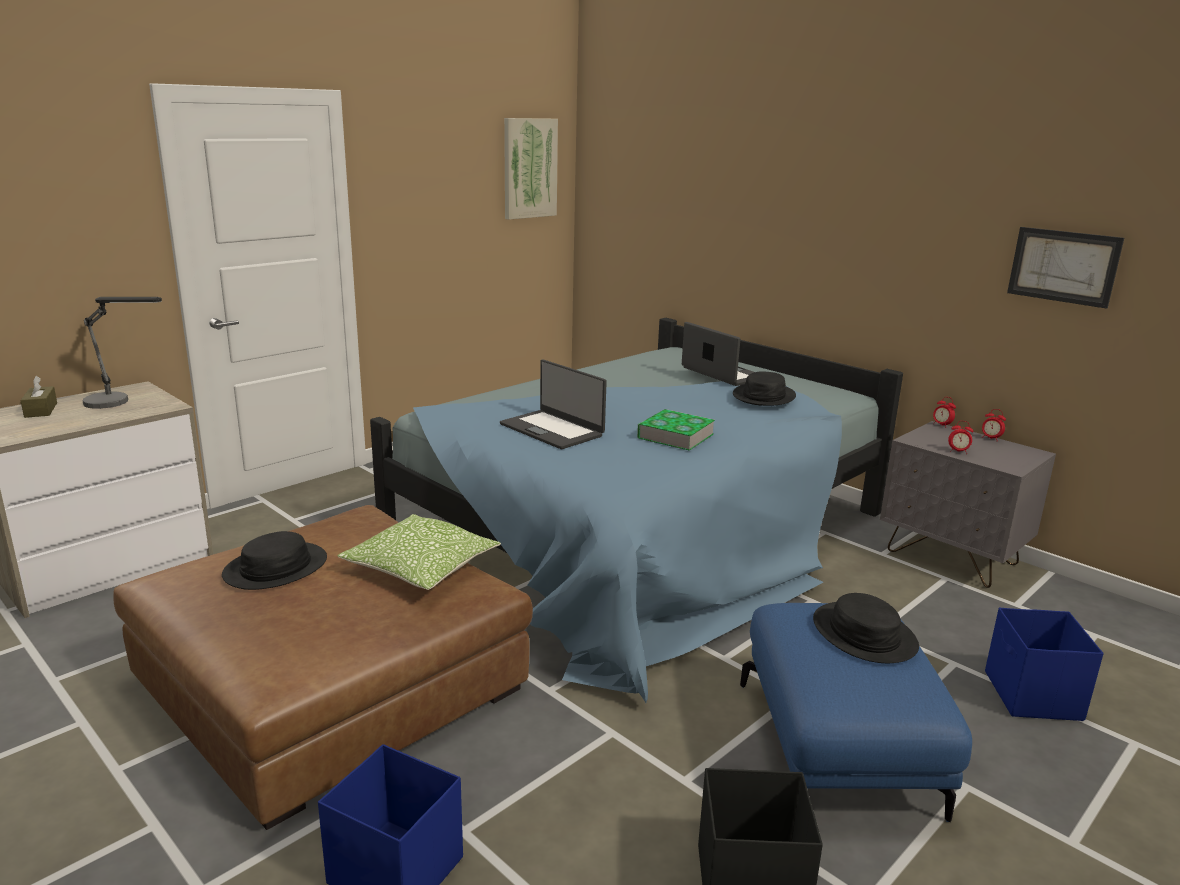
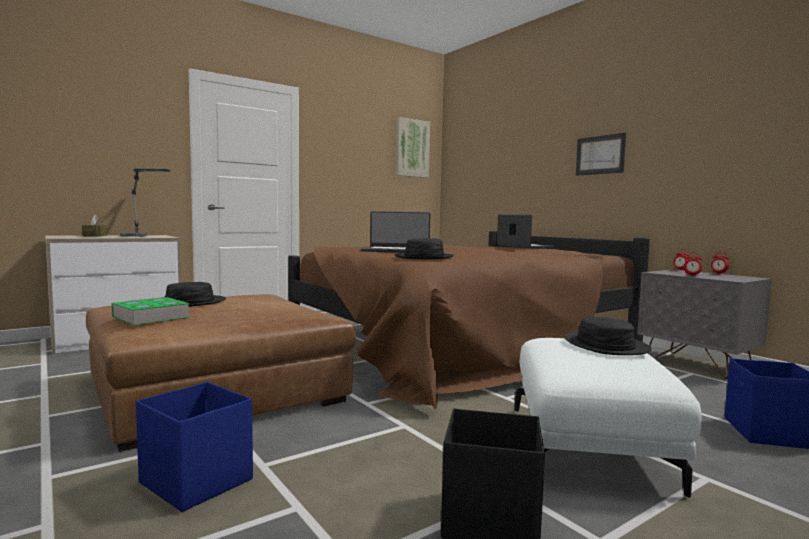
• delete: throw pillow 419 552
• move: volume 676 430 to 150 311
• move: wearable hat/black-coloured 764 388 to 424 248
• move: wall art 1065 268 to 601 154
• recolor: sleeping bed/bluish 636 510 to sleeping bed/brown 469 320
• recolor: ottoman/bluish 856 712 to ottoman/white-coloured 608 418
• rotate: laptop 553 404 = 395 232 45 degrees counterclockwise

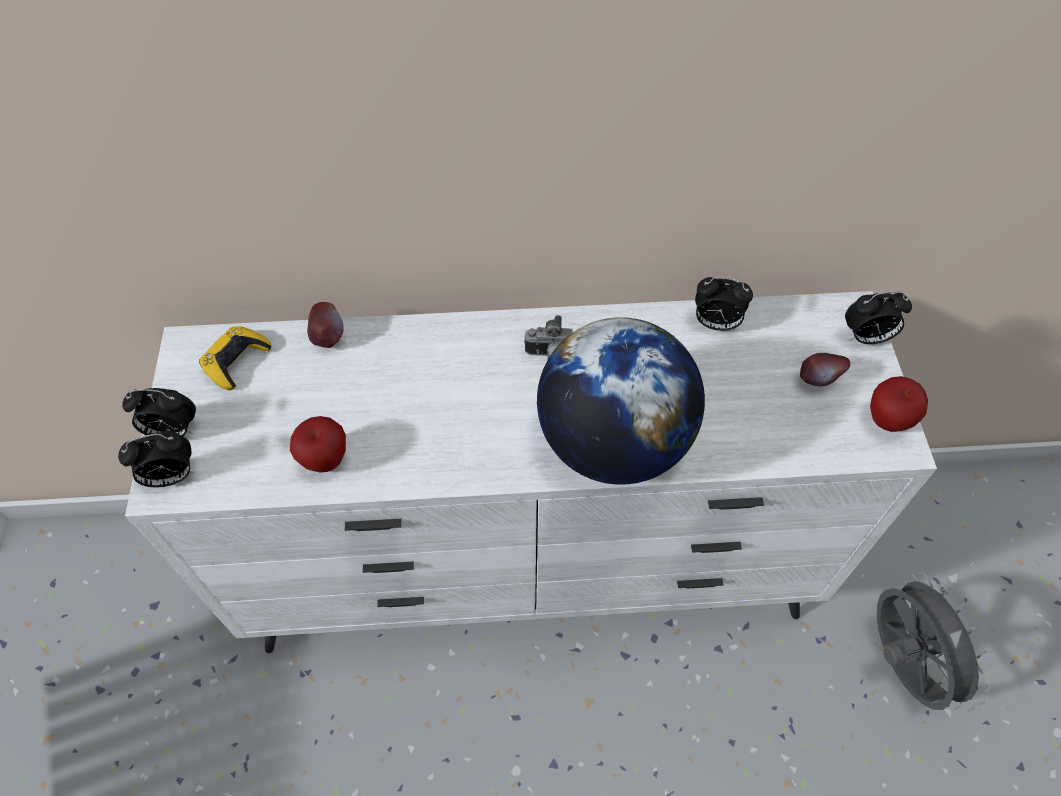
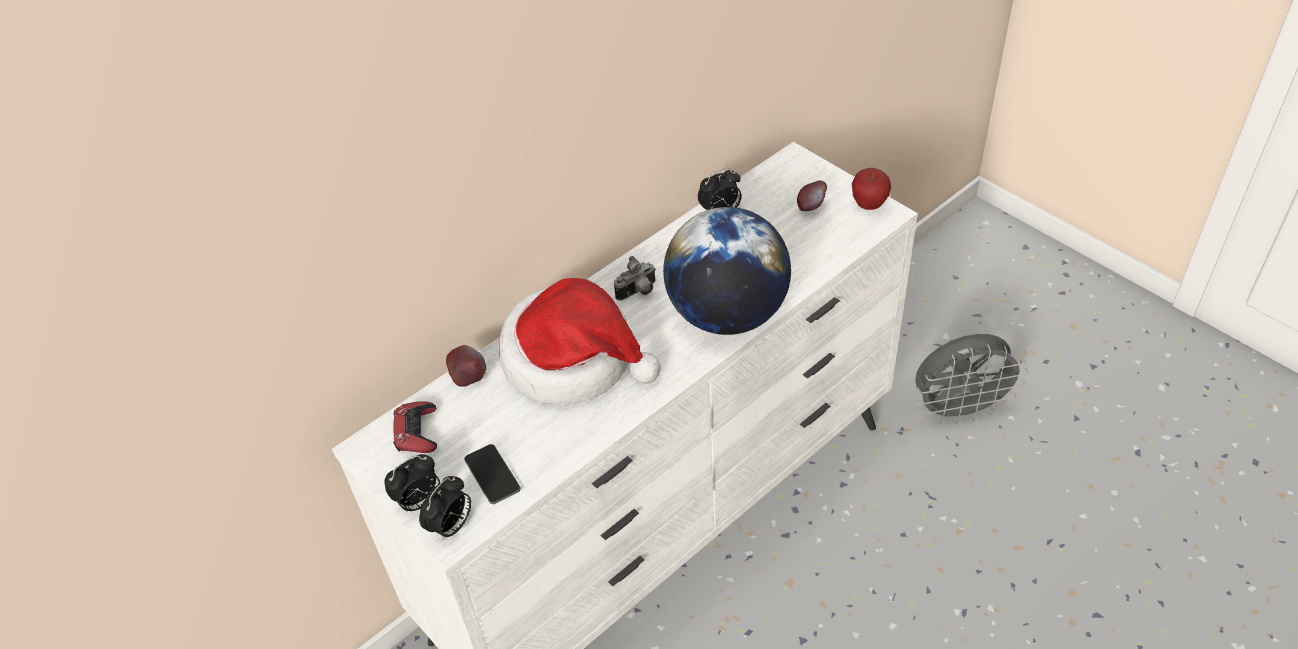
• delete: apple fruit 318 444
• delete: bedside clock 878 317
• insert: handset 492 474
• insert: wearable hat 580 341
• recolor: gamepad/yellow-coloured 235 358 to gamepad/reddish 415 427
• rotate: electric fan/grey 933 641 = 971 379 135 degrees clockwise

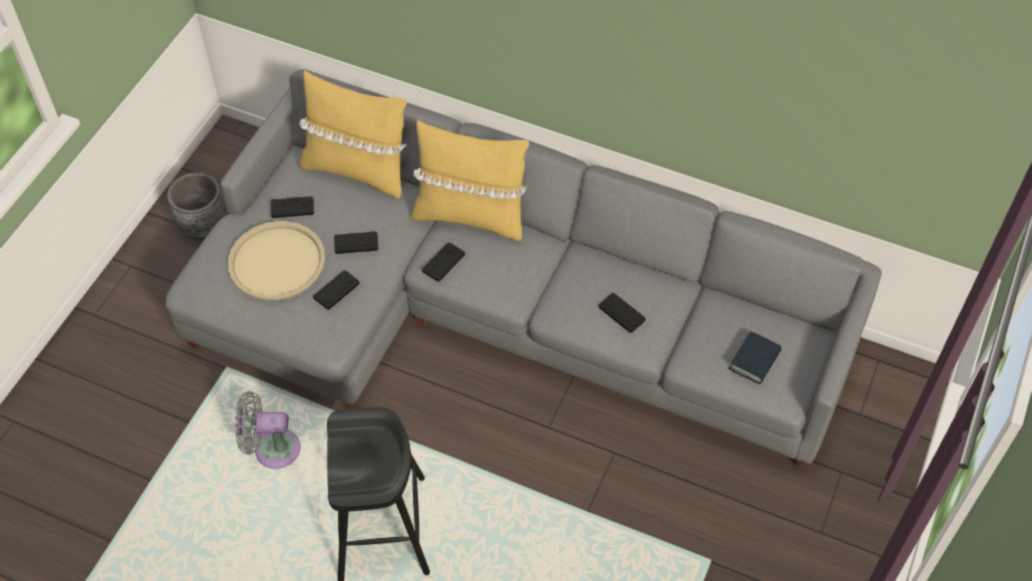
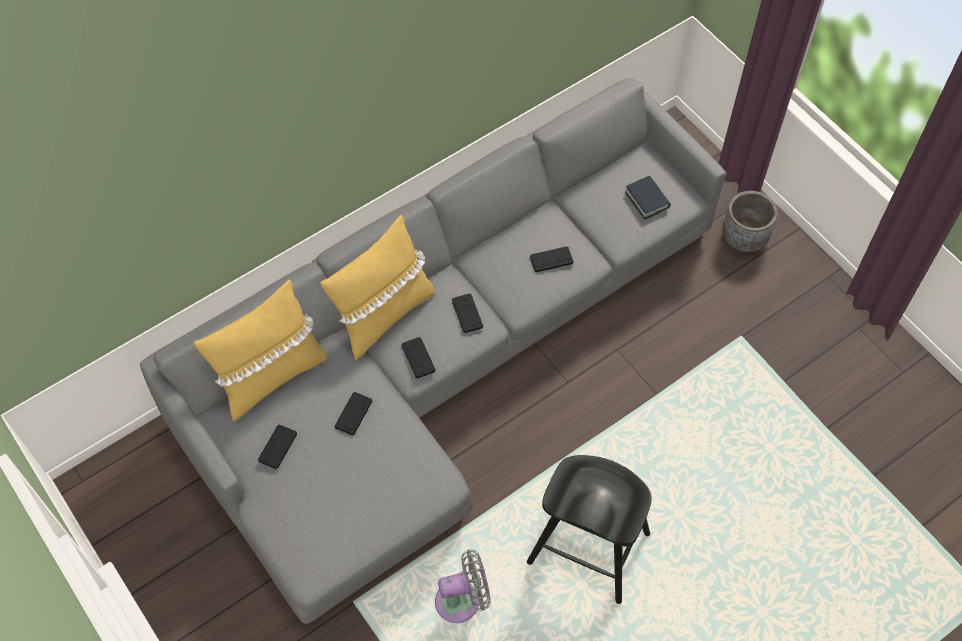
• delete: tray/beige 276 260
• move: plant pot/grey 197 206 to 750 222
• move: gamepad/black-coloured 337 290 to 467 313
• rotate: electric fan/grey 268 430 = 463 586 135 degrees counterclockwise

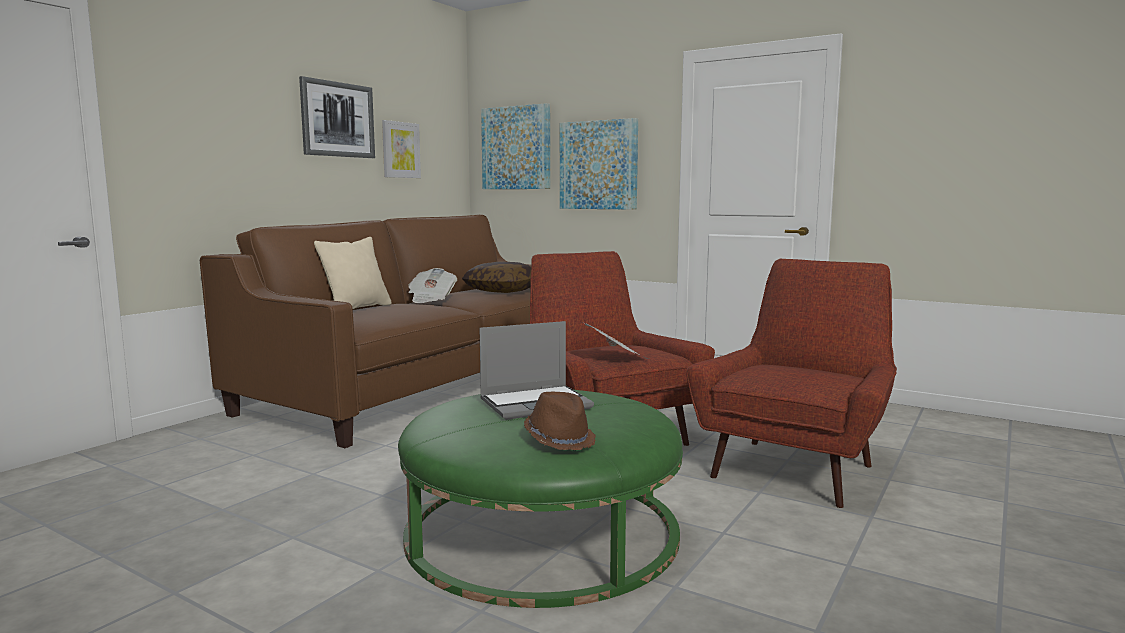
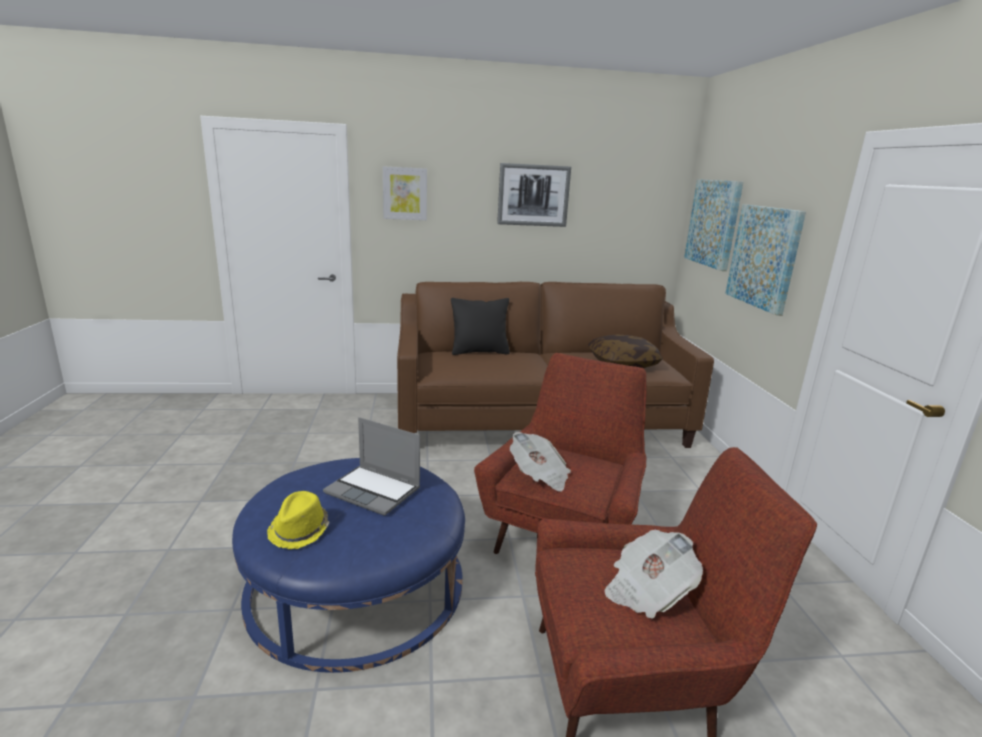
• move: wall art 401 149 to 405 193
• move: daily paper 432 285 to 653 574
• recolor: throw pillow/beige 353 273 to throw pillow/black-coloured 480 326
• recolor: ottoman/greenish 540 499 to ottoman/bluish 348 565
• recolor: wearable hat/brown 560 421 to wearable hat/yellow-coloured 298 520

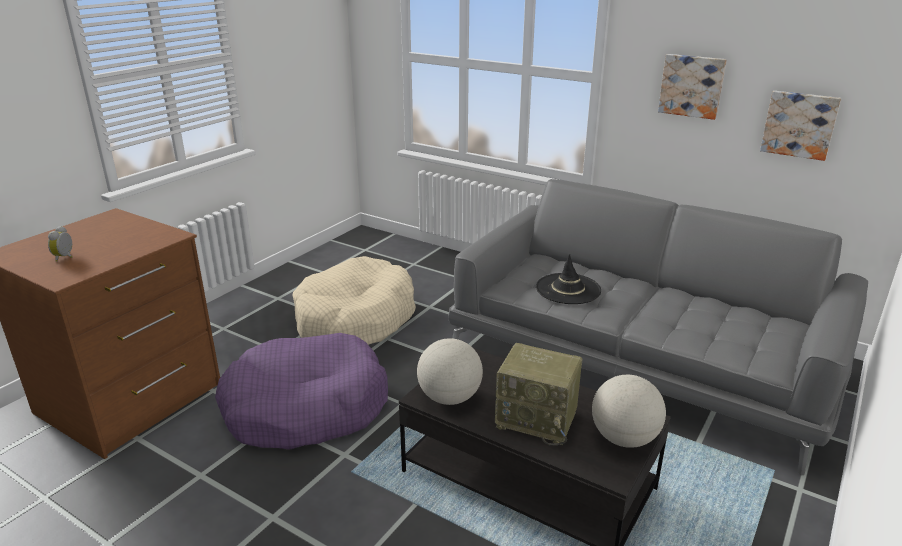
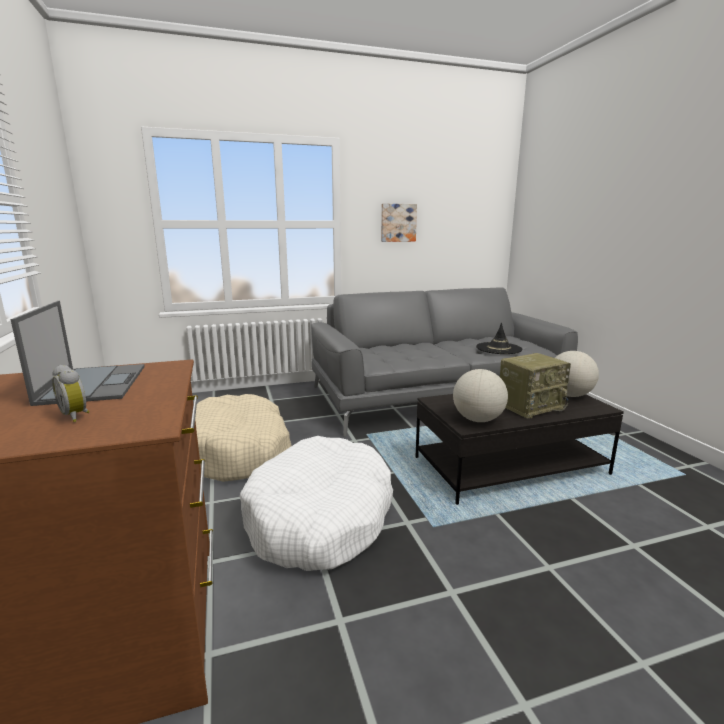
• delete: wall art 800 126
• insert: laptop 77 353
• move: wearable hat/black-coloured 568 279 to 499 338
• recolor: pet bed/purple-coloured 301 391 to pet bed/white-coloured 316 503

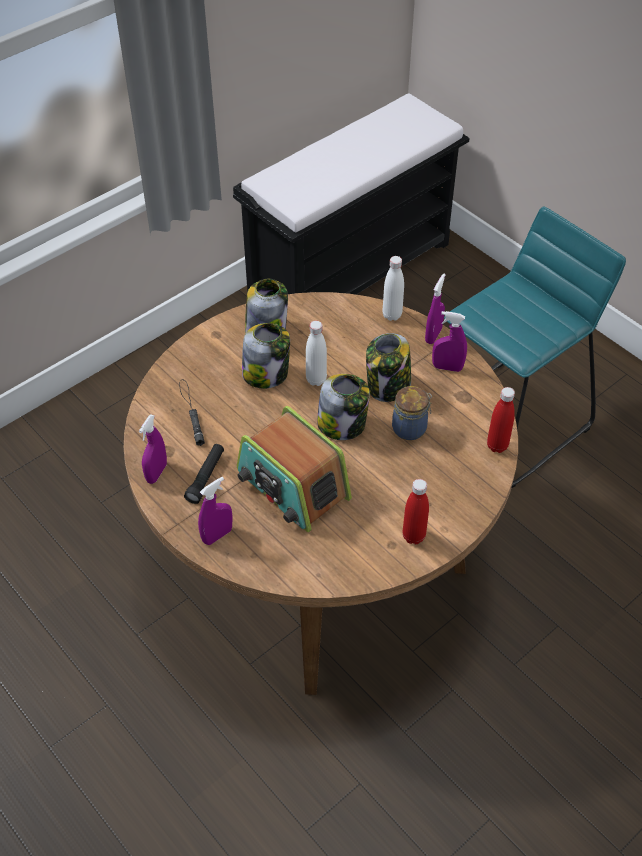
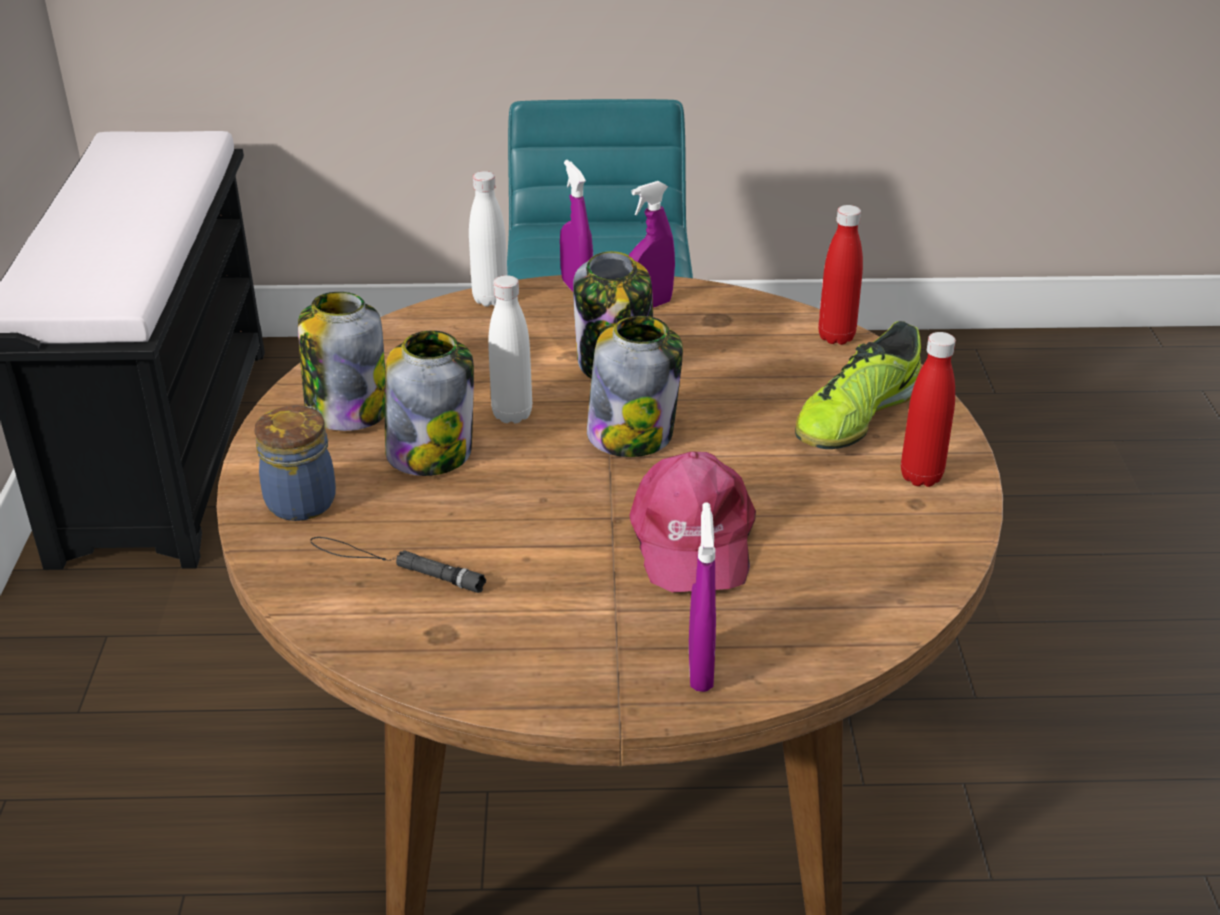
• delete: sprayer/purple-coloured 153 449
• delete: flashlight/black-coloured 204 474
• insert: low shoe 858 385
• move: preserve jar 412 413 to 295 463
• replace: radio 294 469 to cap/pink-coloured 692 521

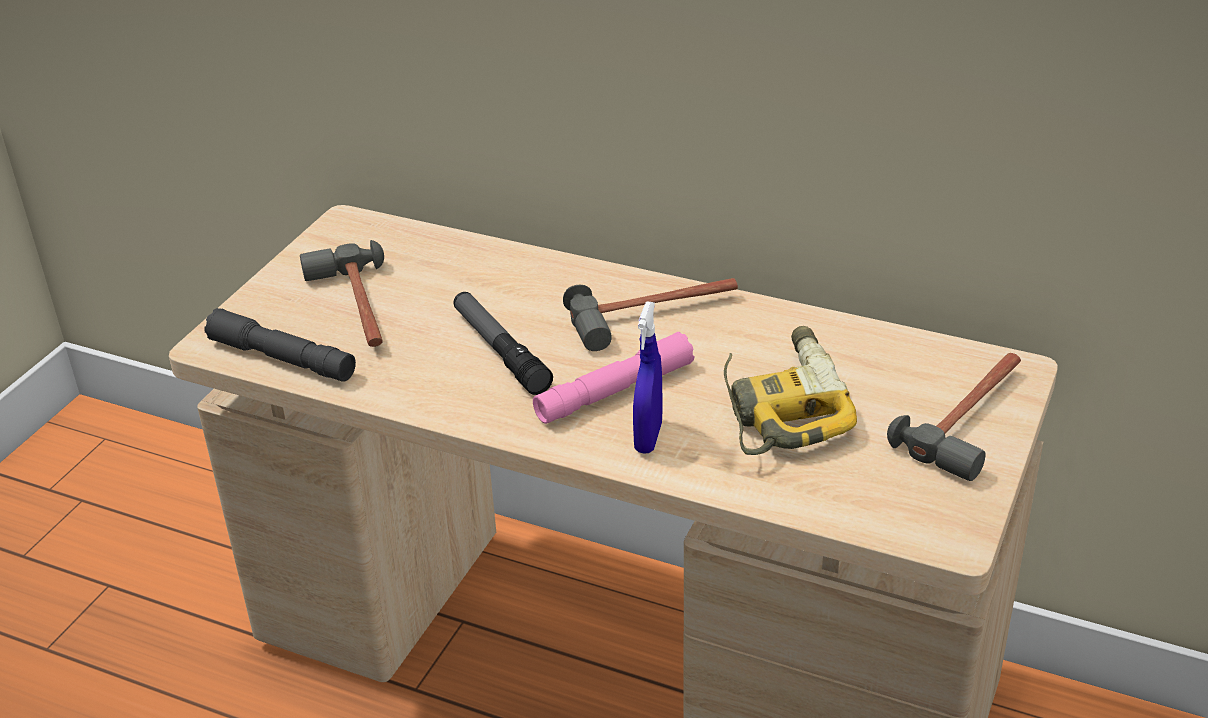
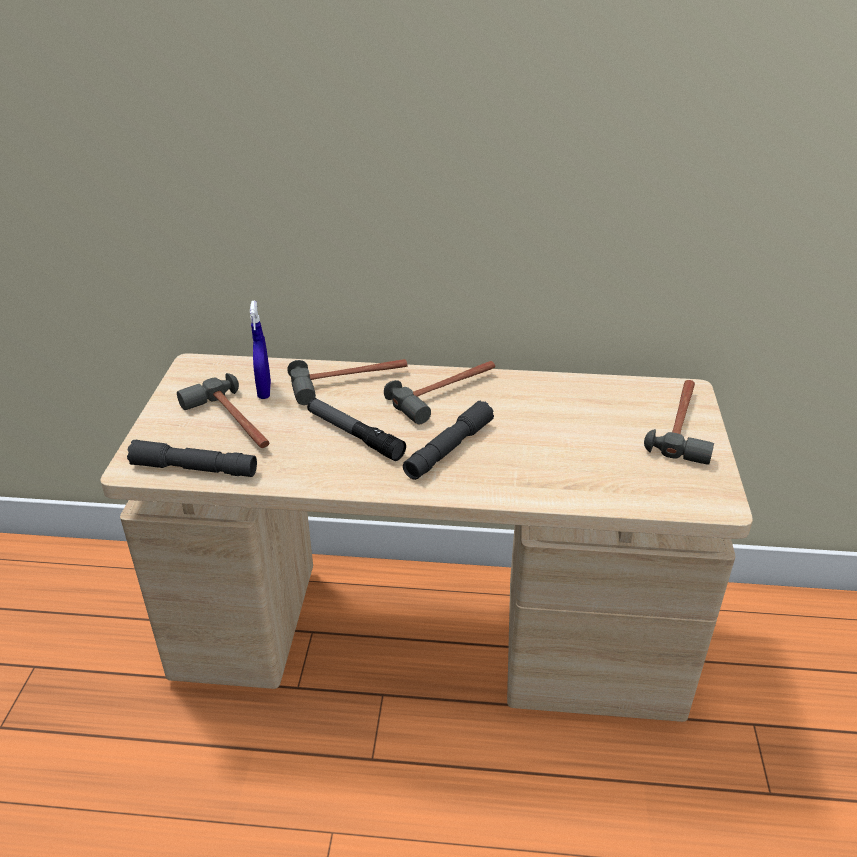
• delete: drill 790 390
• insert: tool hammer 347 382
• move: sprayer/bluish 648 378 to 260 350
• recolor: flashlight/pink-coloured 613 378 to flashlight/grey 448 440

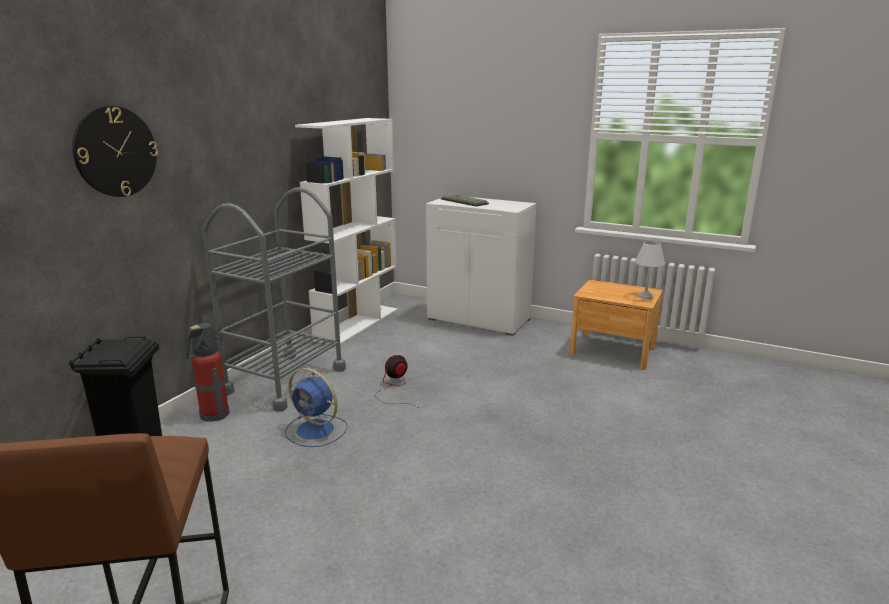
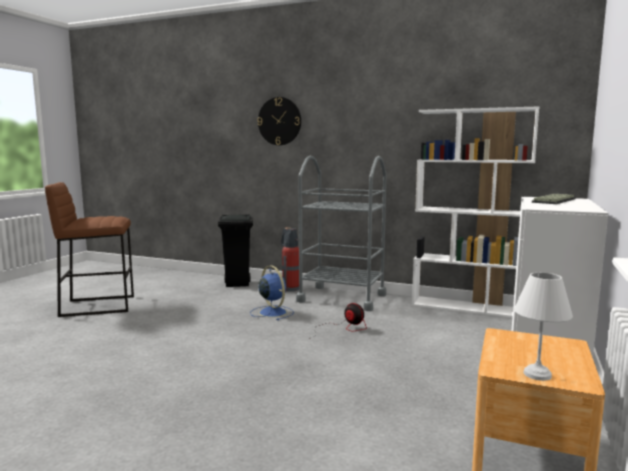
• rotate: electric fan/bluish 316 407 = 272 292 120 degrees clockwise

